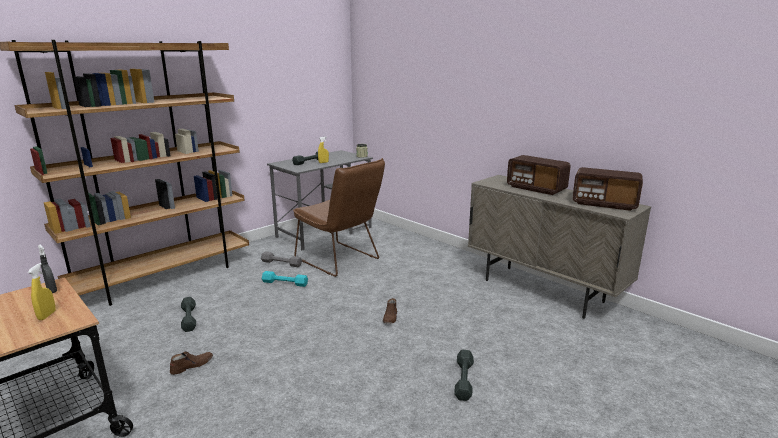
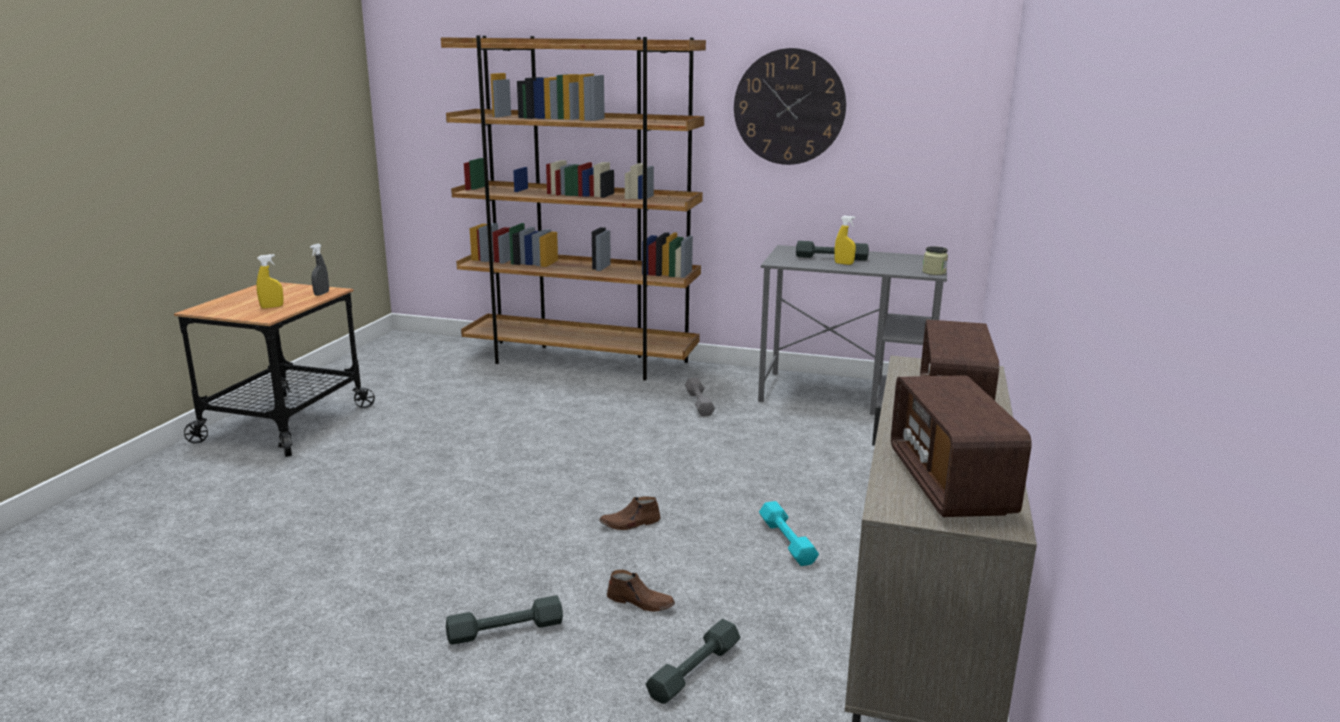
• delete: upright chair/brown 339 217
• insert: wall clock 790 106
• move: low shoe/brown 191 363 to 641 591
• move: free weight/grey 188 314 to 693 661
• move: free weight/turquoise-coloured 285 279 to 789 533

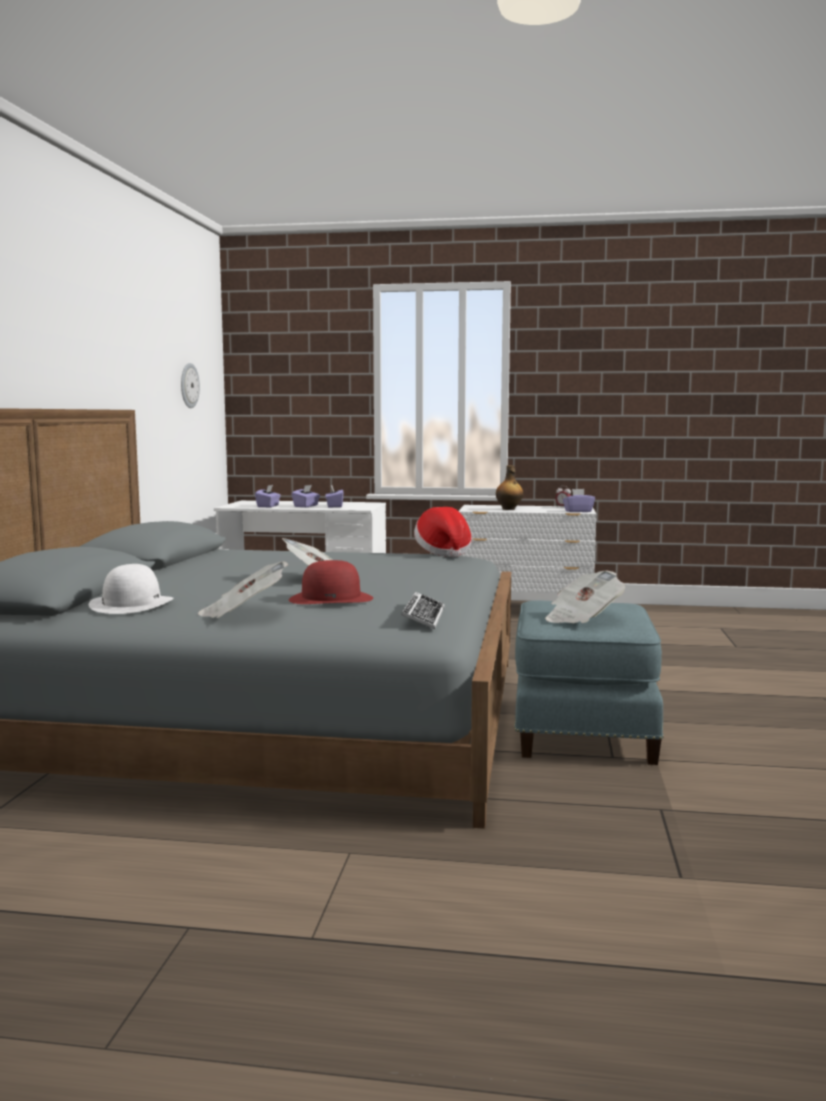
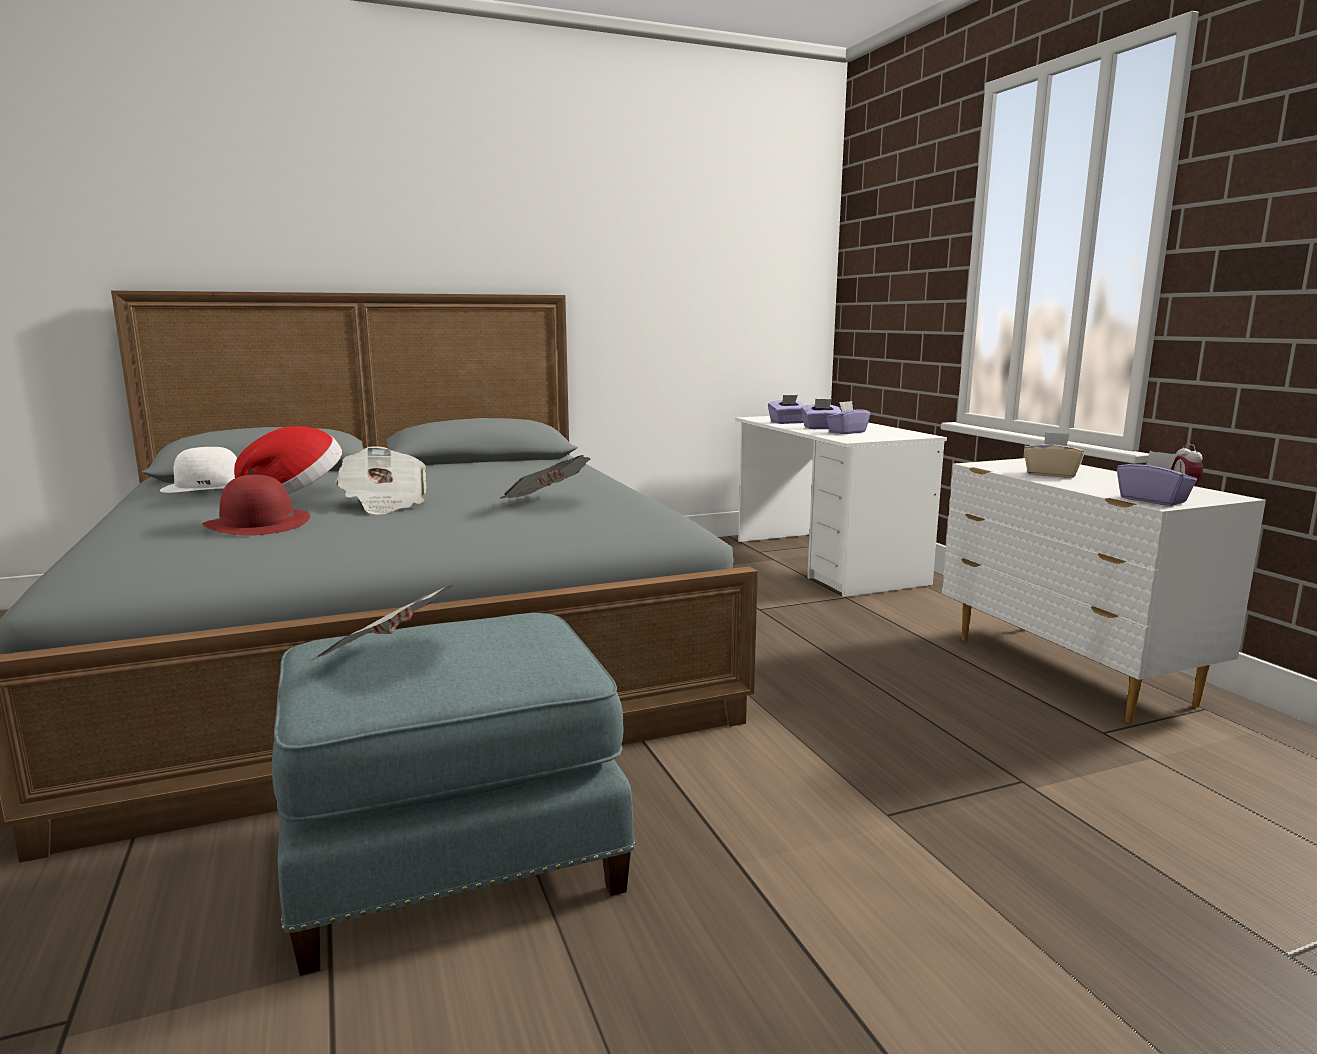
• delete: wall clock 190 385
• delete: computer keyboard 423 610
• move: daily paper 243 589 to 545 477
• move: wearable hat 443 532 to 288 460
• replace: drink bottle 509 487 to box of tissues/beige 1054 455

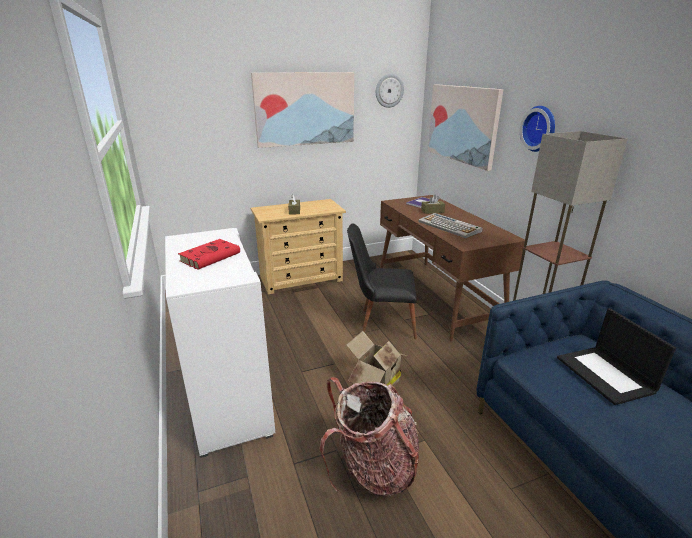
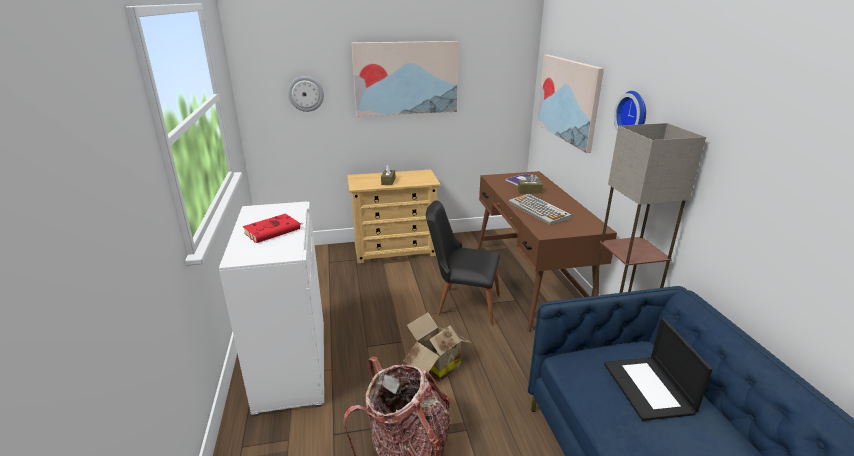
• move: wall clock 390 91 to 306 94

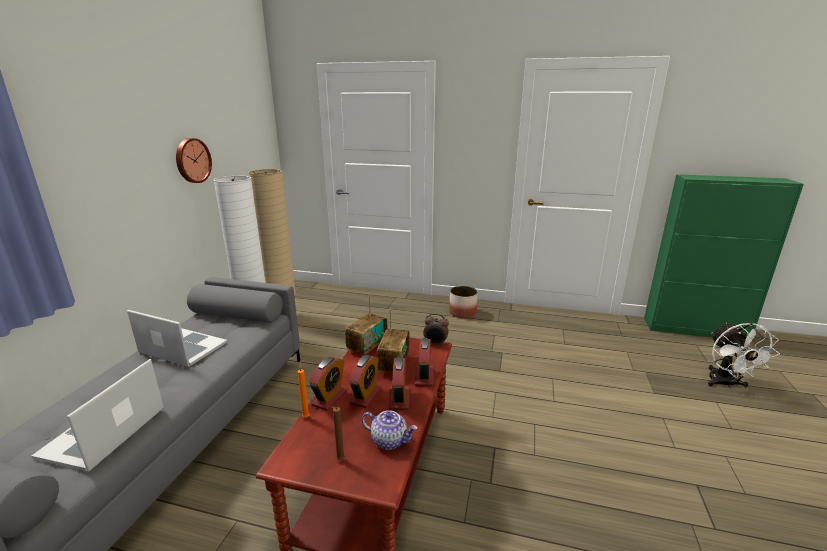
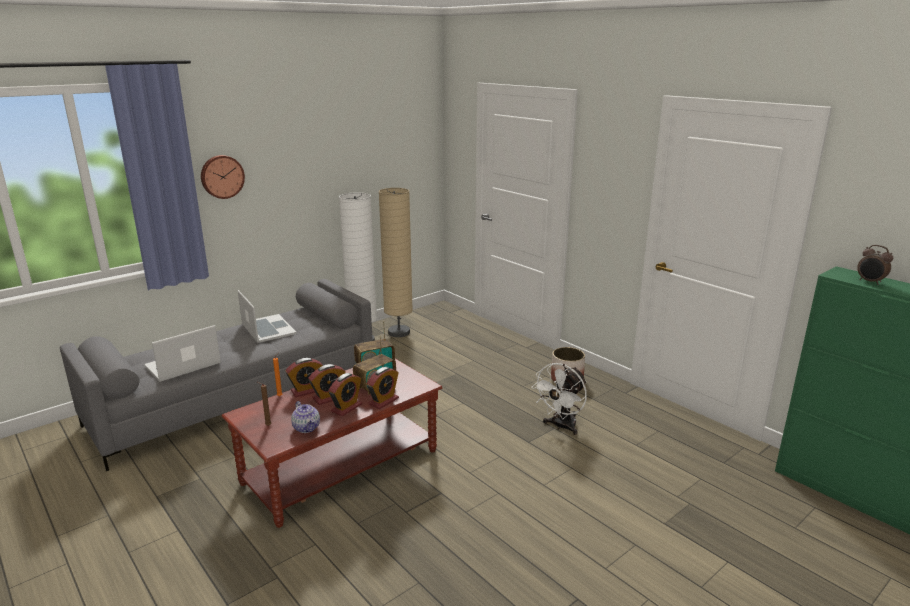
• move: wall clock 194 160 to 223 177
• move: bedside clock 436 329 to 875 265
• move: electric fan/white-coloured 744 355 to 559 399

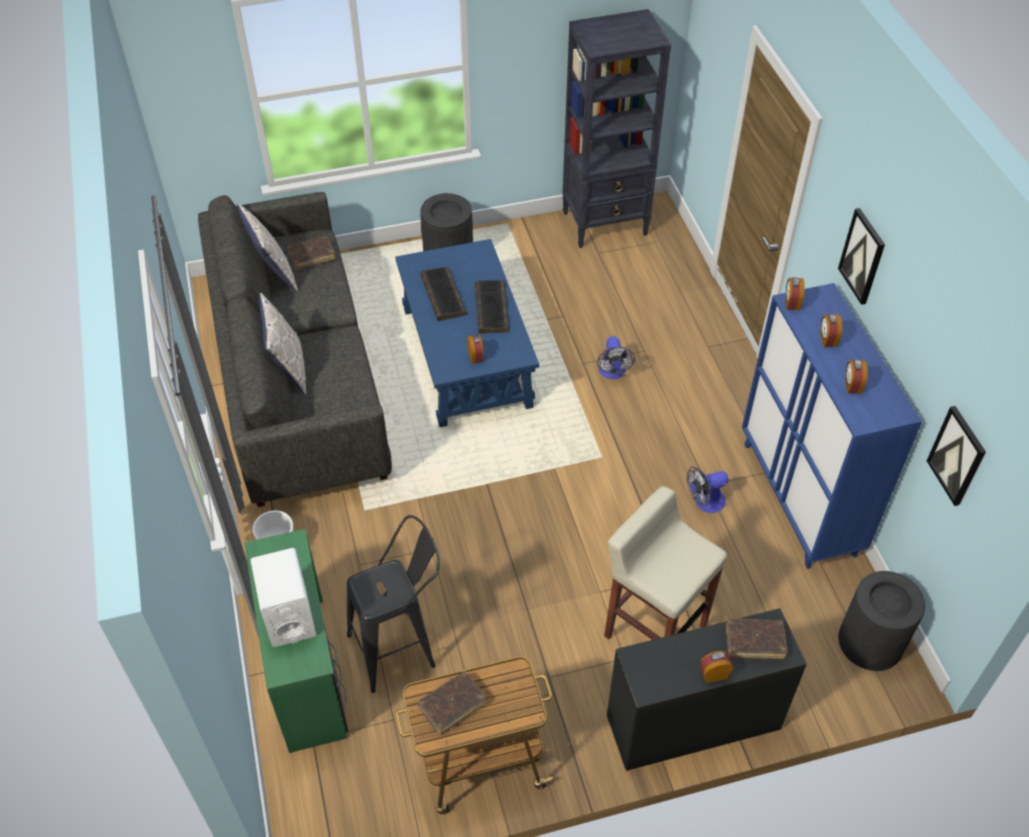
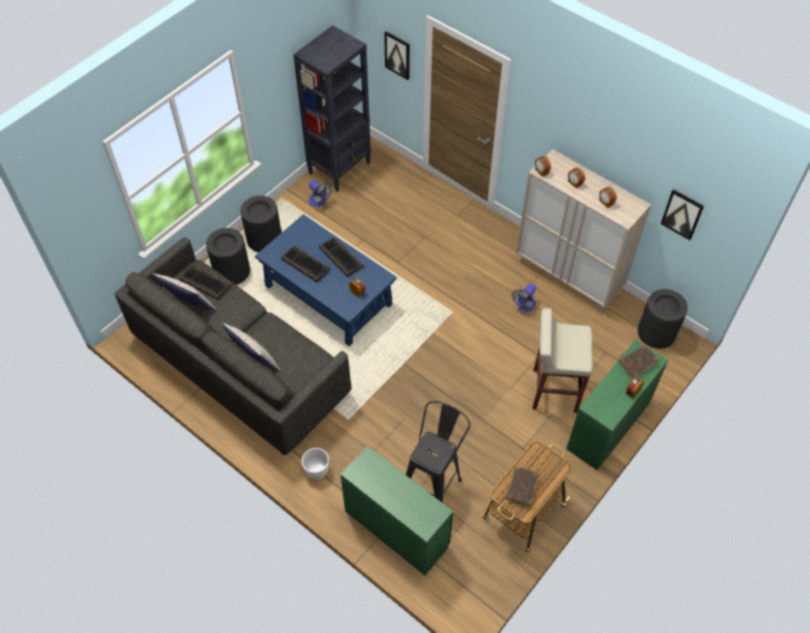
• delete: speaker/white-coloured 283 597
• insert: waste bin/black-coloured 228 256
• move: electric fan 616 357 to 320 193
• move: wall art 861 256 to 397 55
• replace: volume/brown 311 253 to computer keyboard 205 282
• recolor: desk/black-coloured 707 689 to desk/greenish 617 405
• recolor: cupboard/bluish 832 426 to cupboard/beige 583 231

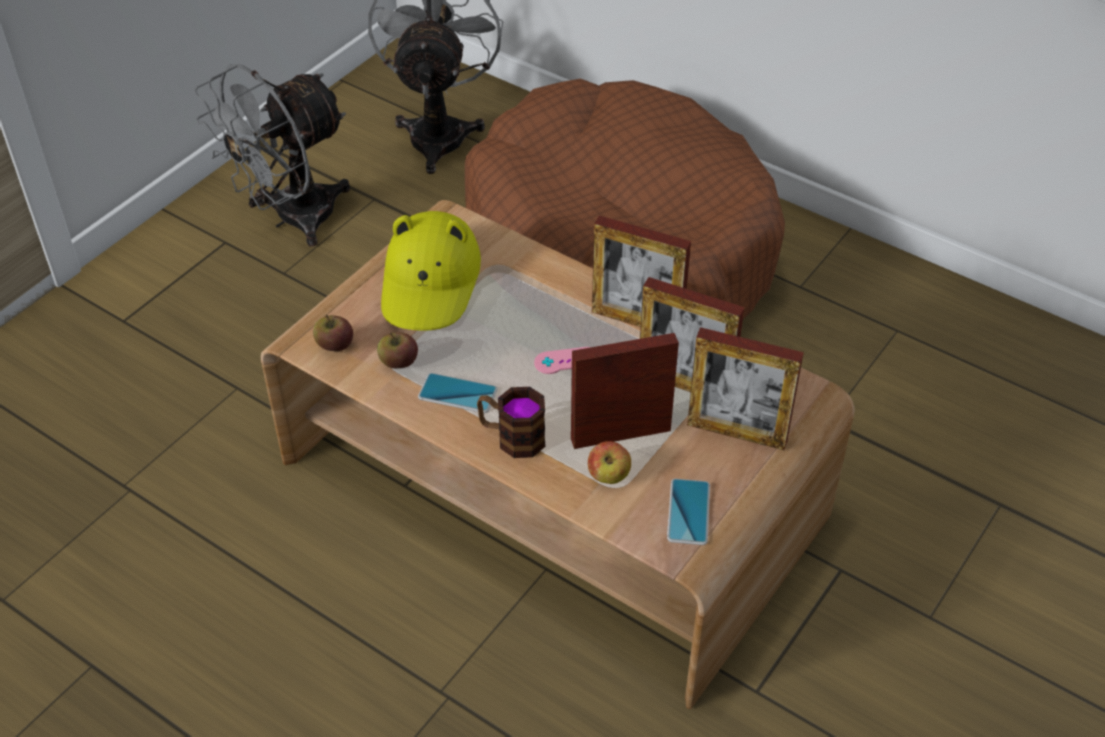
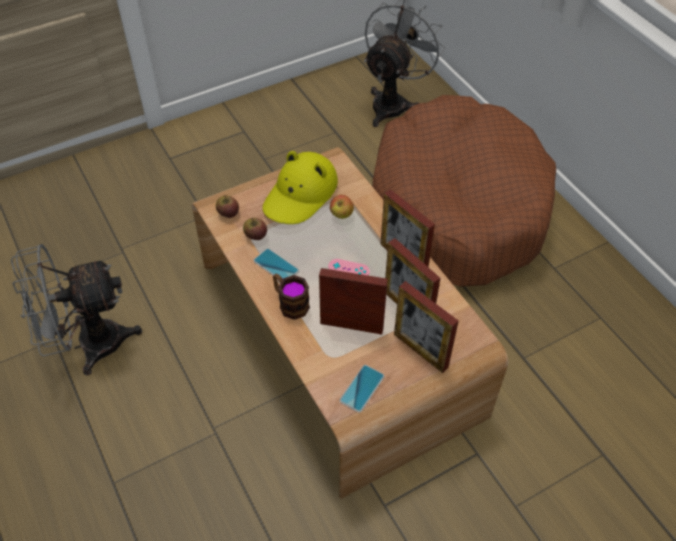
• move: electric fan/grey 272 155 to 76 310
• move: apple fruit 609 462 to 342 207

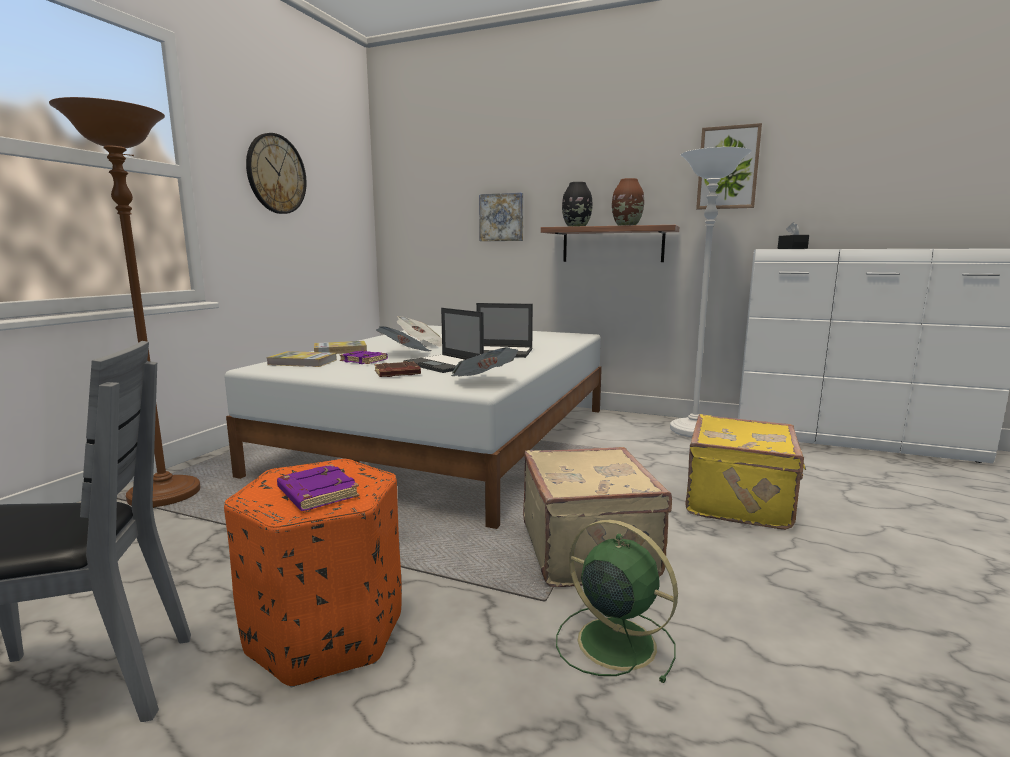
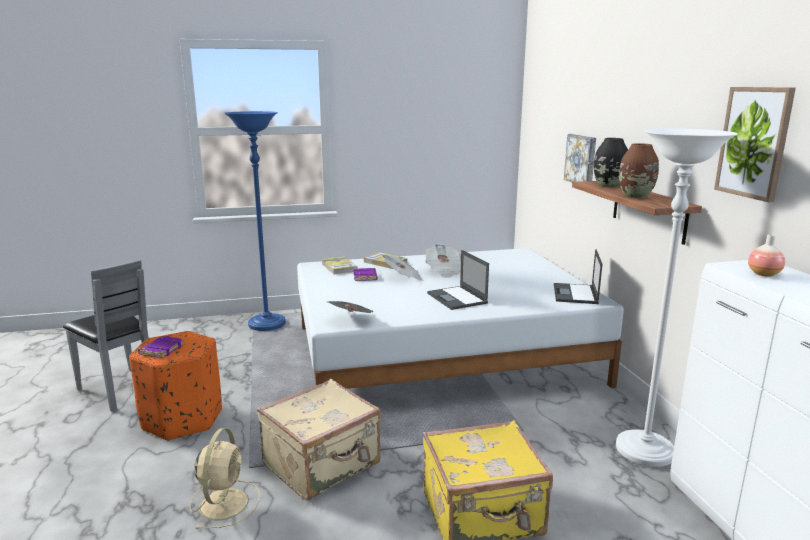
• delete: wall clock 276 173
• delete: volume/brown 397 369
• move: laptop 443 340 to 578 276
• replace: box of tissues/black-coloured 793 235 to flower vase 766 255
• recolor: standard lamp/brown 125 302 to standard lamp/bluish 255 221
• recolor: electric fan/greenish 617 601 to electric fan/beige 225 478

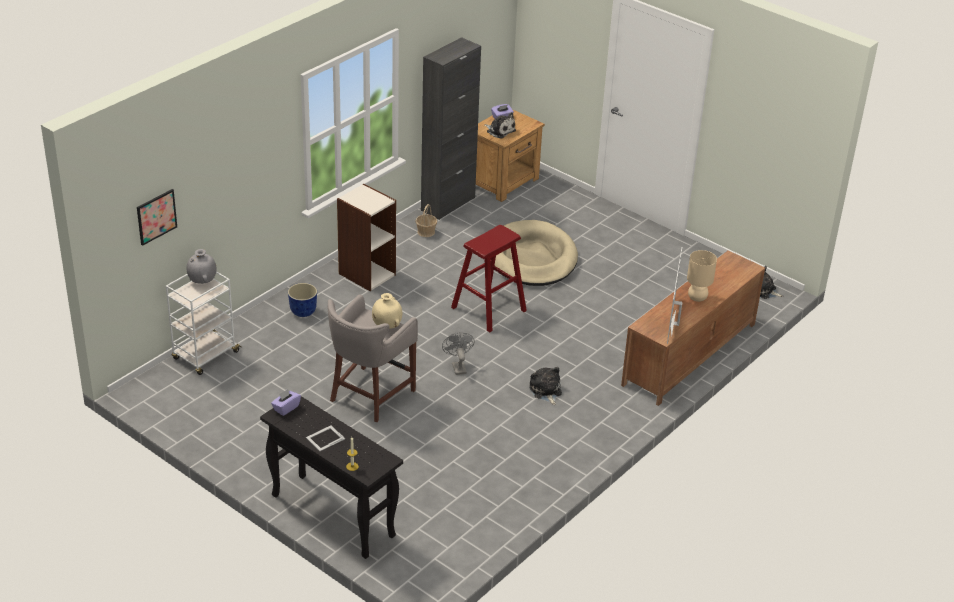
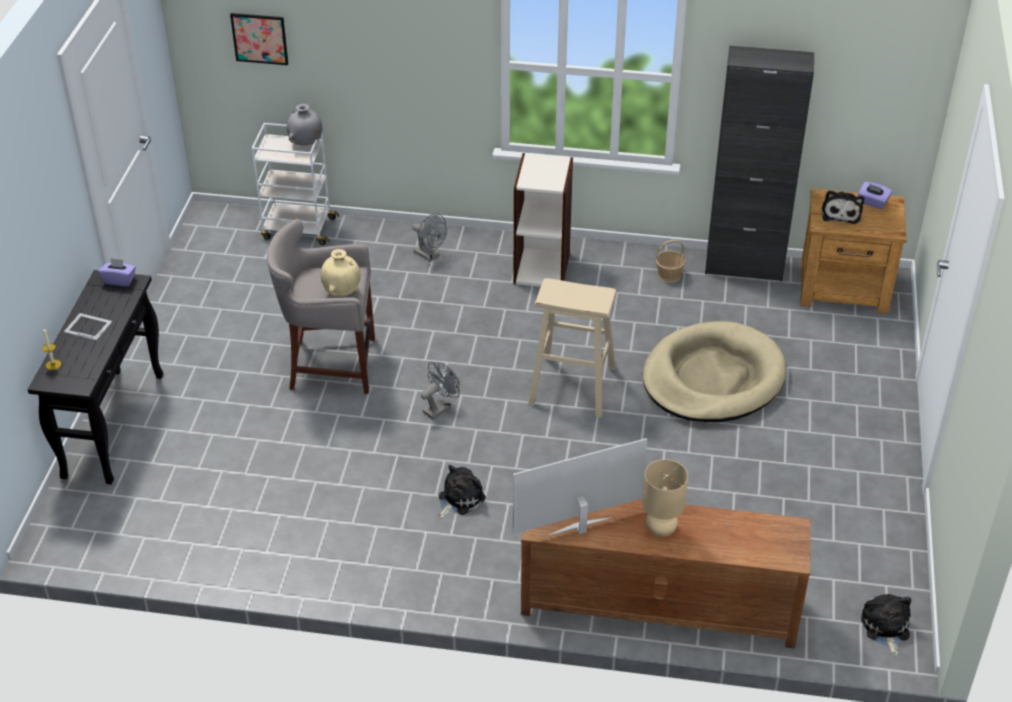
• replace: plant pot 302 300 to electric fan/grey 429 237
• recolor: sitting stool/reddish 489 278 to sitting stool/beige 572 348

